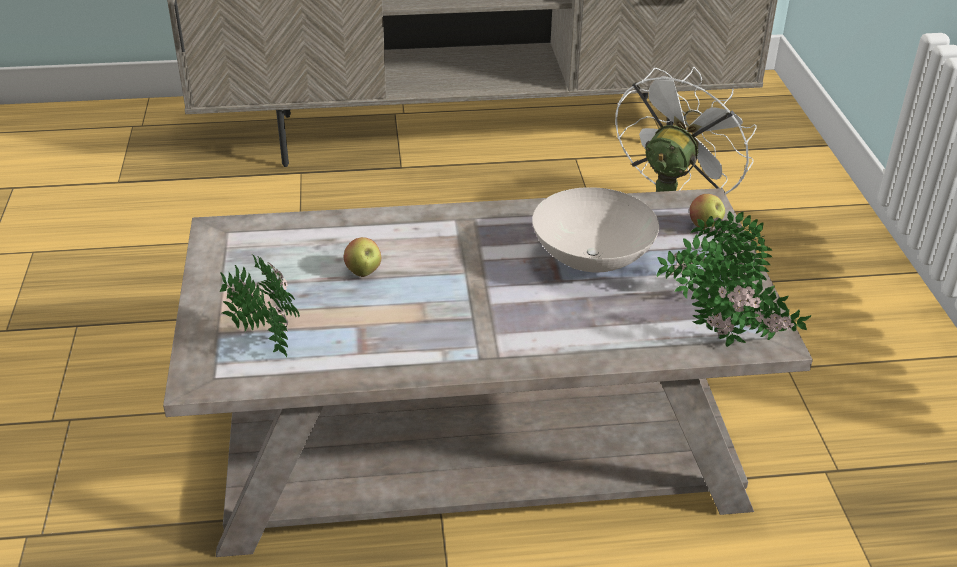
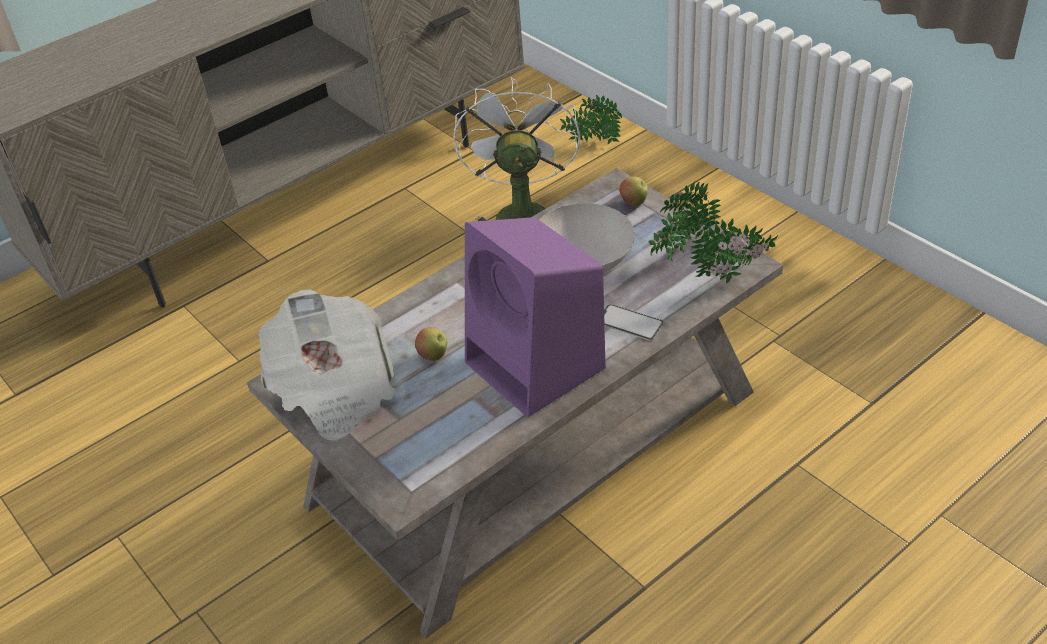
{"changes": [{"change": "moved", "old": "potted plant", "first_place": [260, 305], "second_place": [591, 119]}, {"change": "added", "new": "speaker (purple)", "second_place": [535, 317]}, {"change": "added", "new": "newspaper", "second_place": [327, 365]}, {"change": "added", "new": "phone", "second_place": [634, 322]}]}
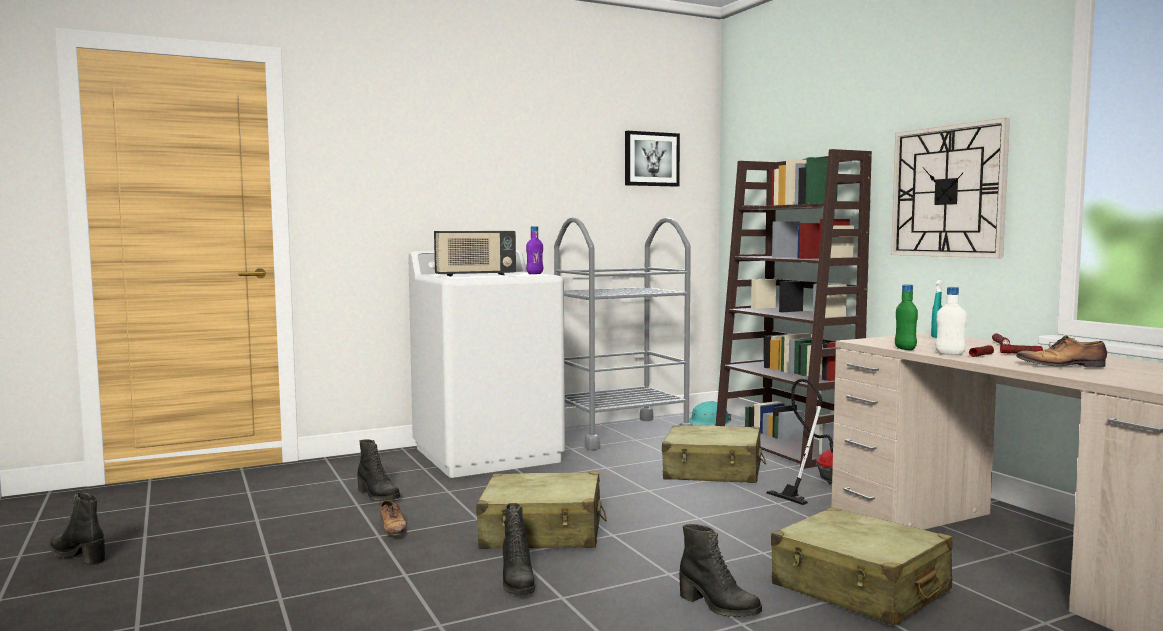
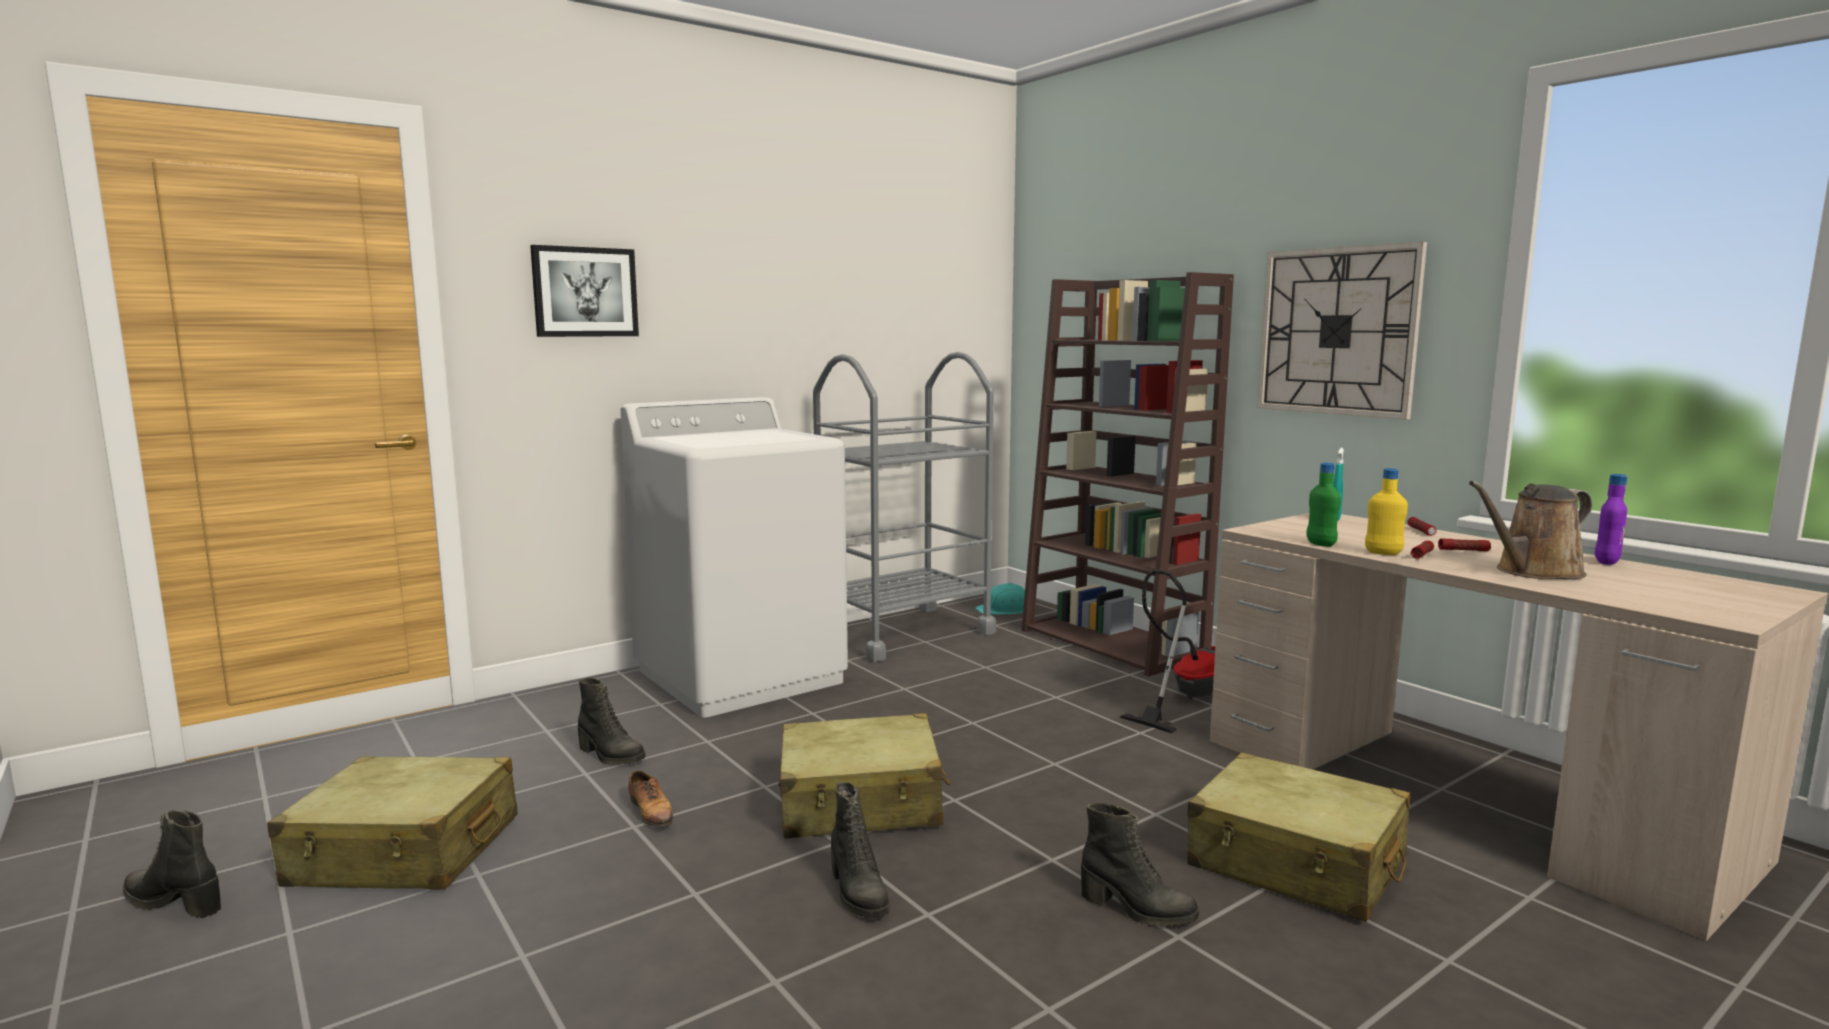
{"changes": [{"change": "moved", "old": "picture", "first_place": [652, 159], "second_place": [584, 291]}, {"change": "moved", "old": "bottle (purple)", "first_place": [534, 250], "second_place": [1611, 519]}, {"change": "removed", "old": "radio", "first_place": [475, 254]}, {"change": "recoloured", "old": "bottle (white)", "new": "bottle (yellow)", "first_place": [951, 321], "second_place": [1386, 511]}, {"change": "replaced", "old": "shoe", "new": "watering can (brown)", "first_place": [1061, 351], "second_place": [1530, 530]}, {"change": "moved", "old": "suitcase (beige)", "first_place": [714, 454], "second_place": [392, 823]}]}
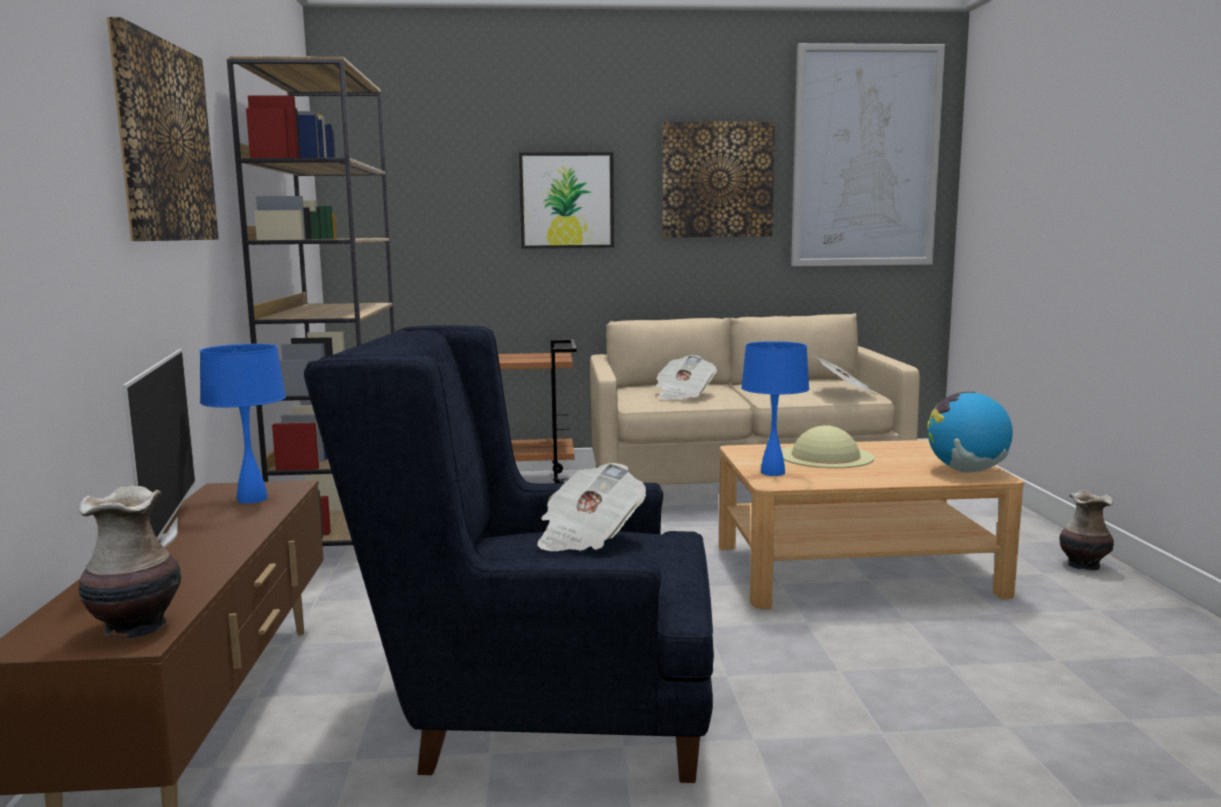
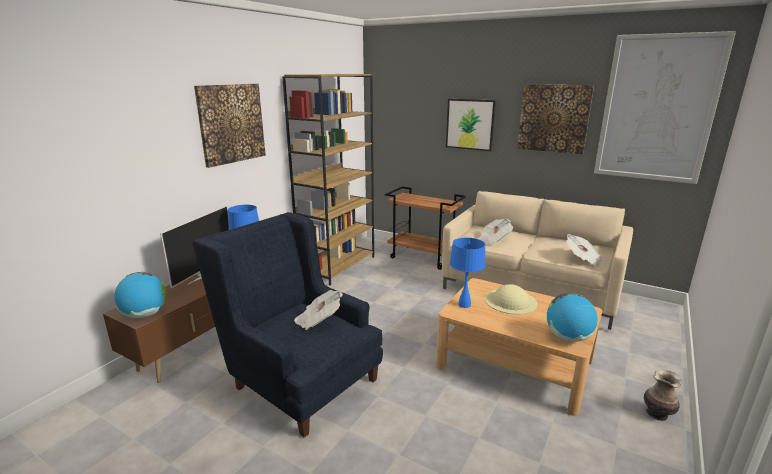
{"changes": [{"change": "replaced", "old": "vase", "new": "globe", "first_place": [130, 562], "second_place": [140, 295]}]}
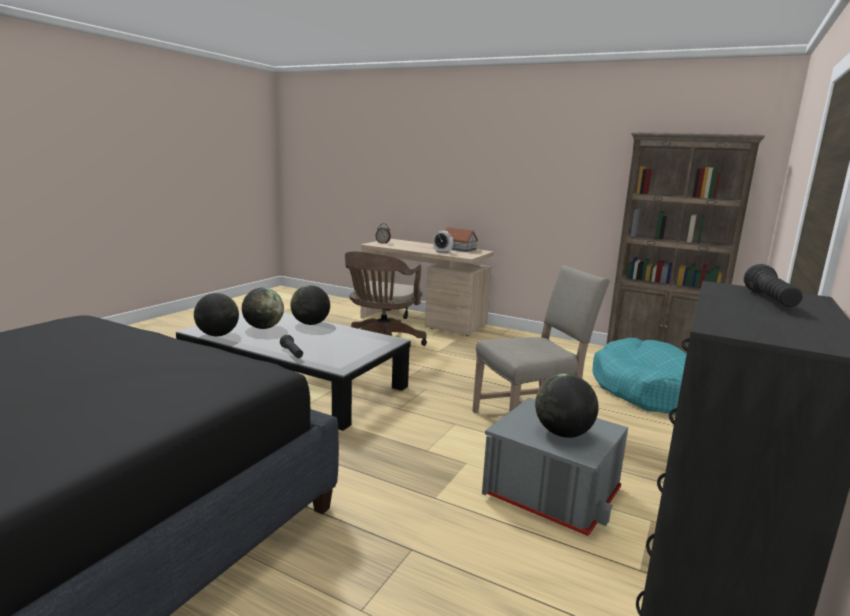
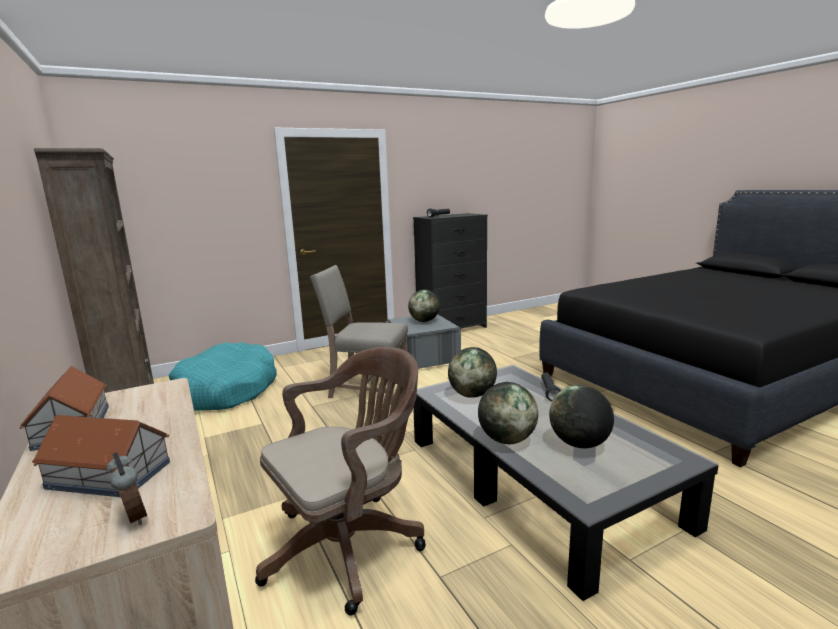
{"changes": [{"change": "removed", "old": "alarm clock", "first_place": [443, 242]}, {"change": "moved", "old": "globe", "first_place": [216, 314], "second_place": [472, 372]}, {"change": "added", "new": "toy house", "second_place": [101, 456]}]}
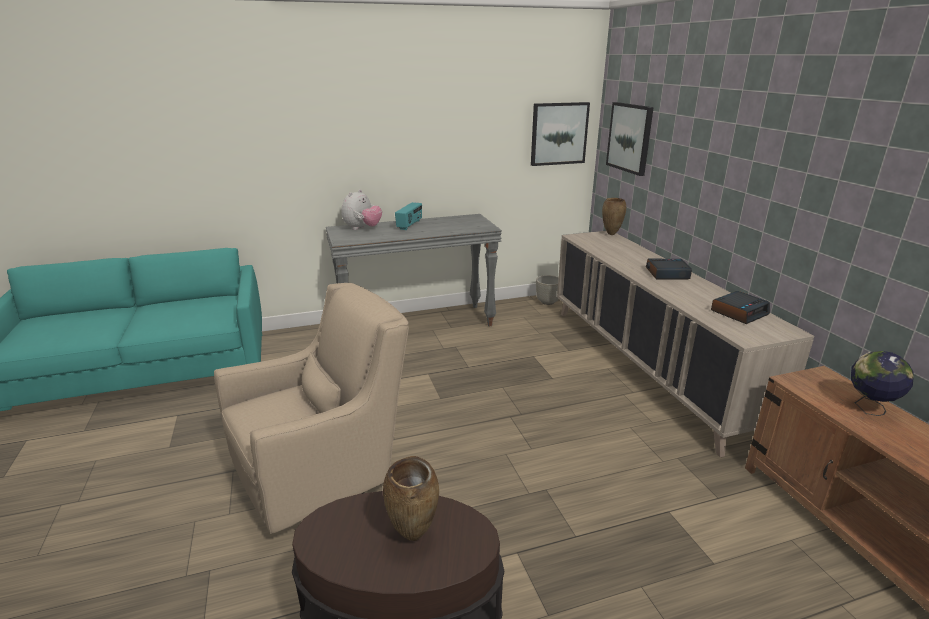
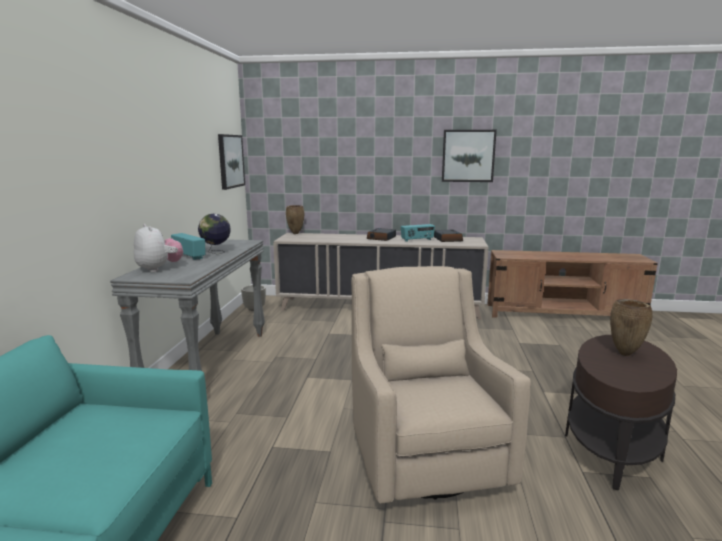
{"changes": [{"change": "moved", "old": "picture", "first_place": [630, 139], "second_place": [469, 156]}, {"change": "moved", "old": "globe", "first_place": [882, 383], "second_place": [214, 234]}, {"change": "added", "new": "radio", "second_place": [418, 233]}]}
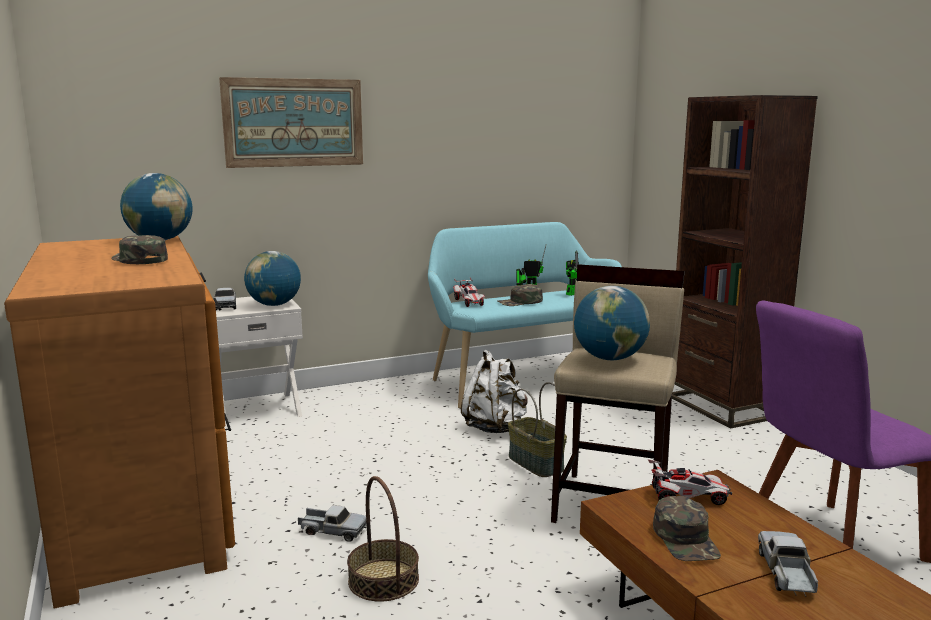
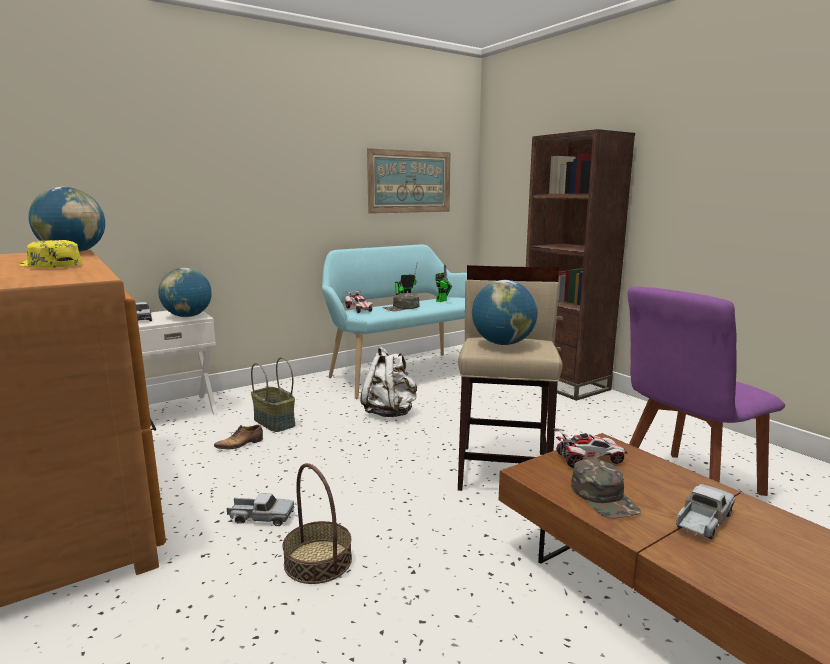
{"changes": [{"change": "moved", "old": "picture", "first_place": [291, 122], "second_place": [409, 181]}, {"change": "recoloured", "old": "cap (green)", "new": "cap (yellow)", "first_place": [139, 249], "second_place": [50, 254]}, {"change": "moved", "old": "basket", "first_place": [537, 429], "second_place": [273, 394]}, {"change": "turned", "old": "toy truck", "first_place": [788, 564], "second_place": [705, 511], "degrees": 45}, {"change": "added", "new": "shoe", "second_place": [238, 437]}]}
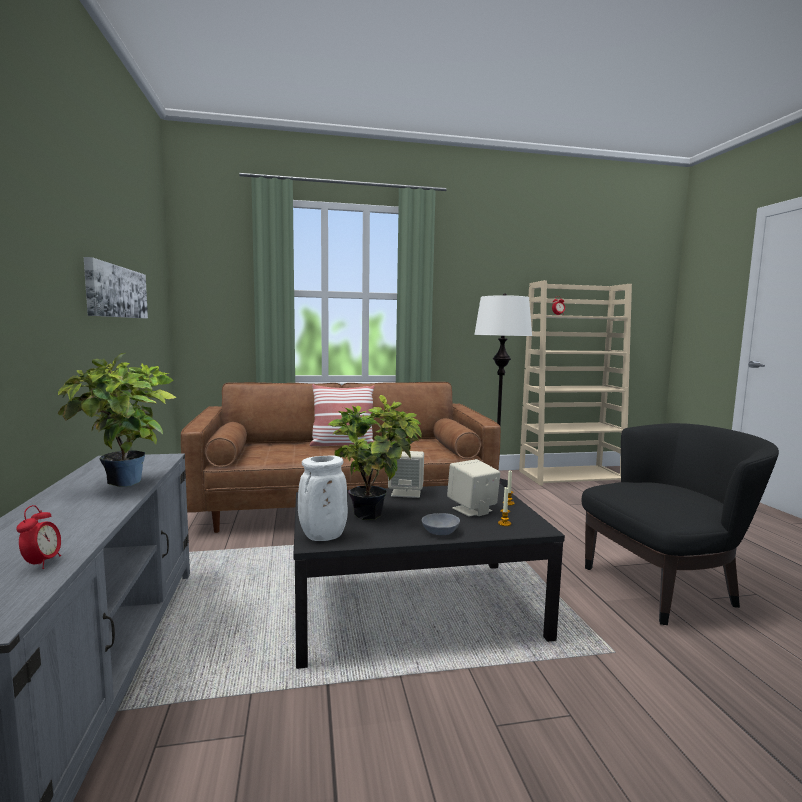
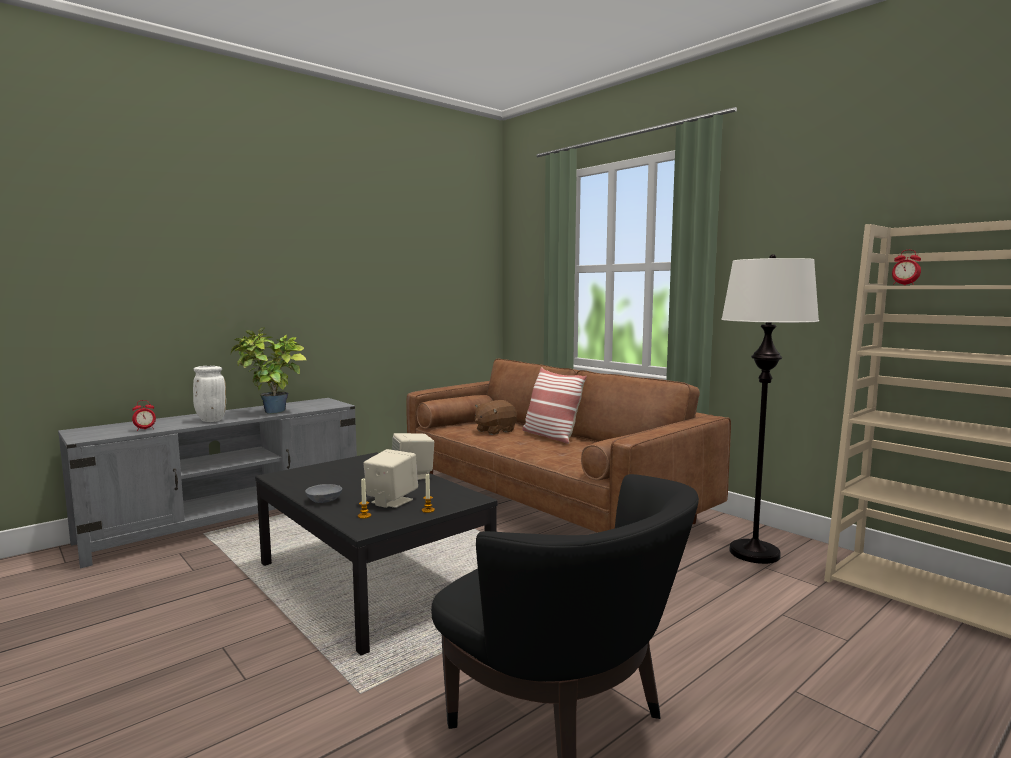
{"changes": [{"change": "removed", "old": "picture", "first_place": [116, 287]}, {"change": "removed", "old": "potted plant", "first_place": [375, 457]}, {"change": "moved", "old": "vase (white)", "first_place": [323, 498], "second_place": [209, 394]}, {"change": "added", "new": "plush toy (brown)", "second_place": [496, 417]}]}
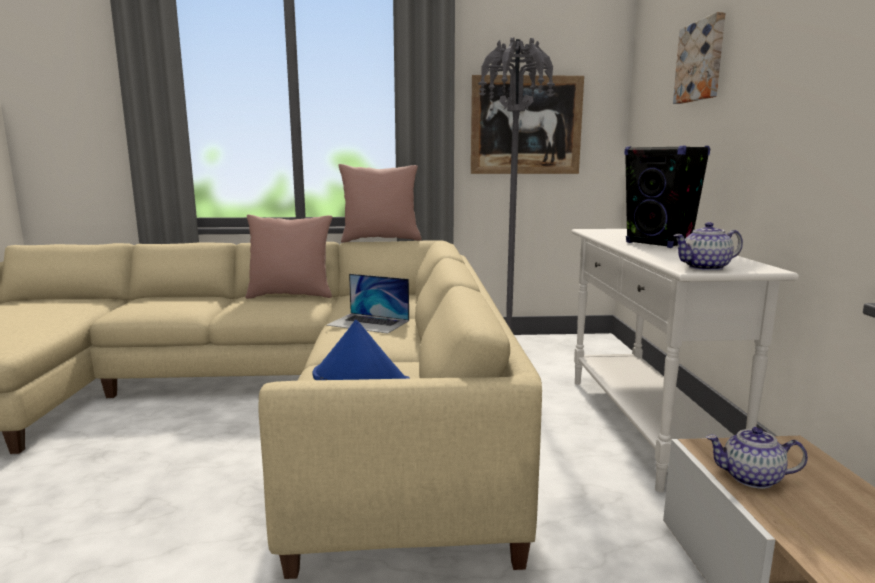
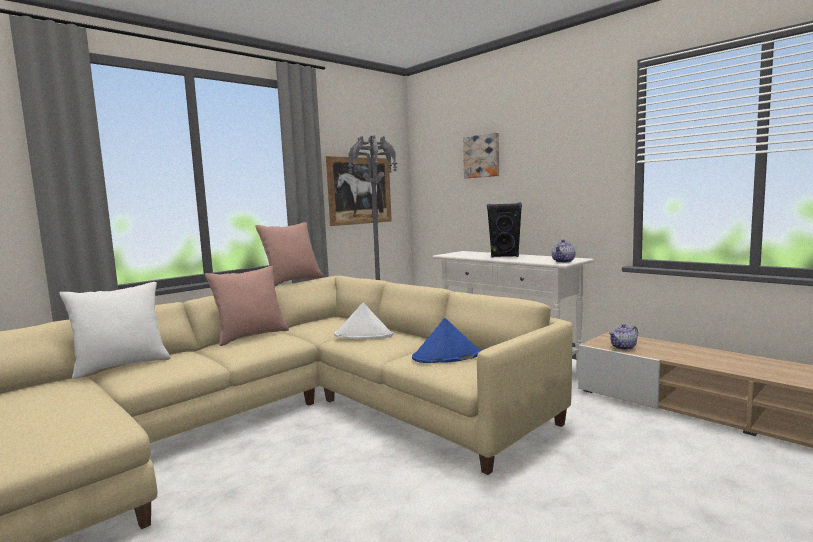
{"changes": [{"change": "replaced", "old": "laptop", "new": "hat (white)", "first_place": [367, 304], "second_place": [363, 320]}, {"change": "added", "new": "pillow (white)", "second_place": [115, 330]}]}
